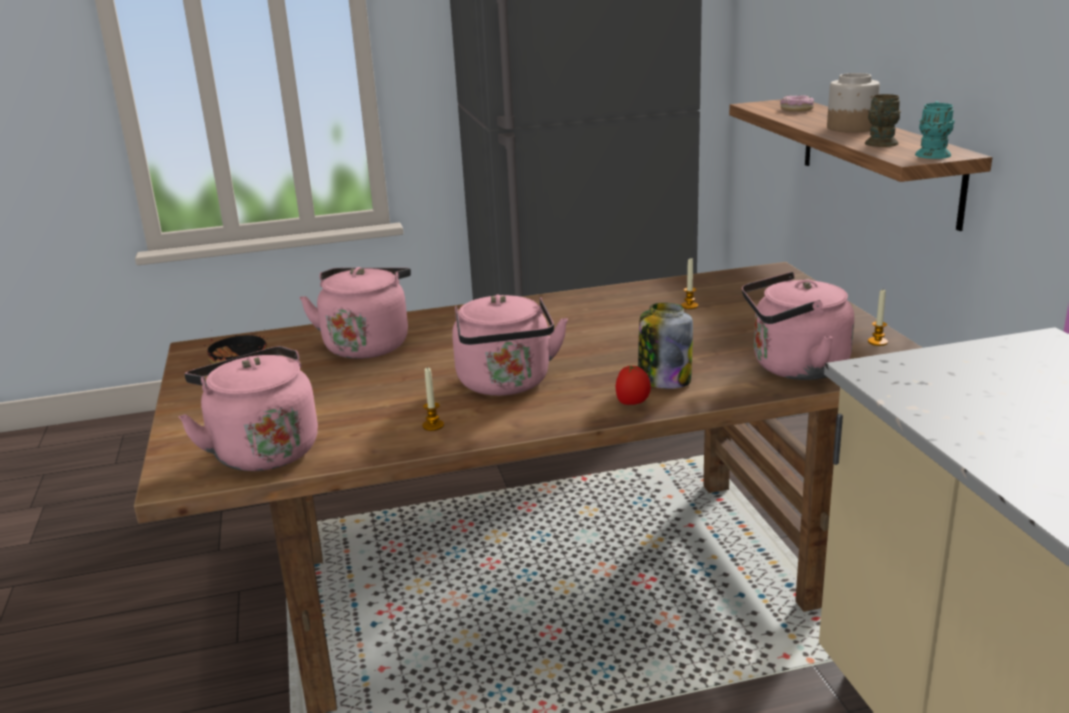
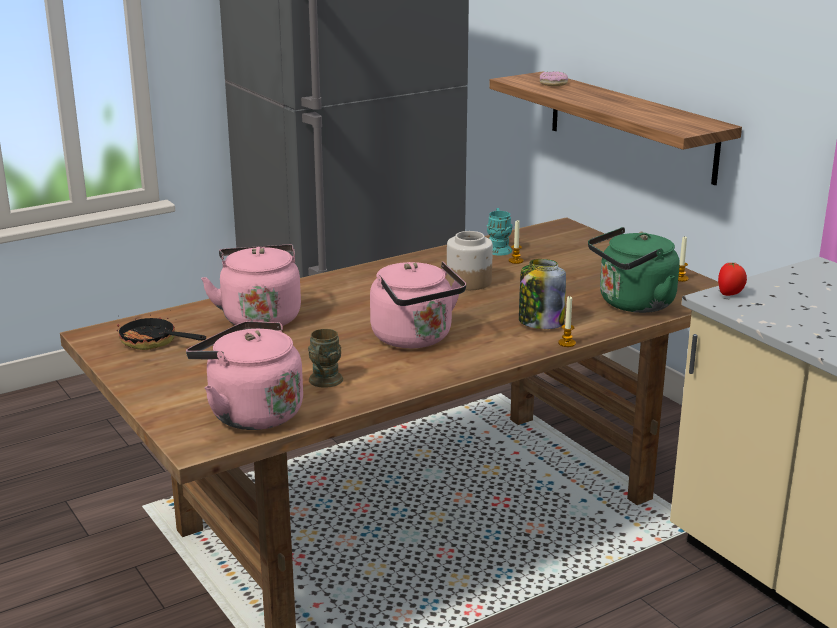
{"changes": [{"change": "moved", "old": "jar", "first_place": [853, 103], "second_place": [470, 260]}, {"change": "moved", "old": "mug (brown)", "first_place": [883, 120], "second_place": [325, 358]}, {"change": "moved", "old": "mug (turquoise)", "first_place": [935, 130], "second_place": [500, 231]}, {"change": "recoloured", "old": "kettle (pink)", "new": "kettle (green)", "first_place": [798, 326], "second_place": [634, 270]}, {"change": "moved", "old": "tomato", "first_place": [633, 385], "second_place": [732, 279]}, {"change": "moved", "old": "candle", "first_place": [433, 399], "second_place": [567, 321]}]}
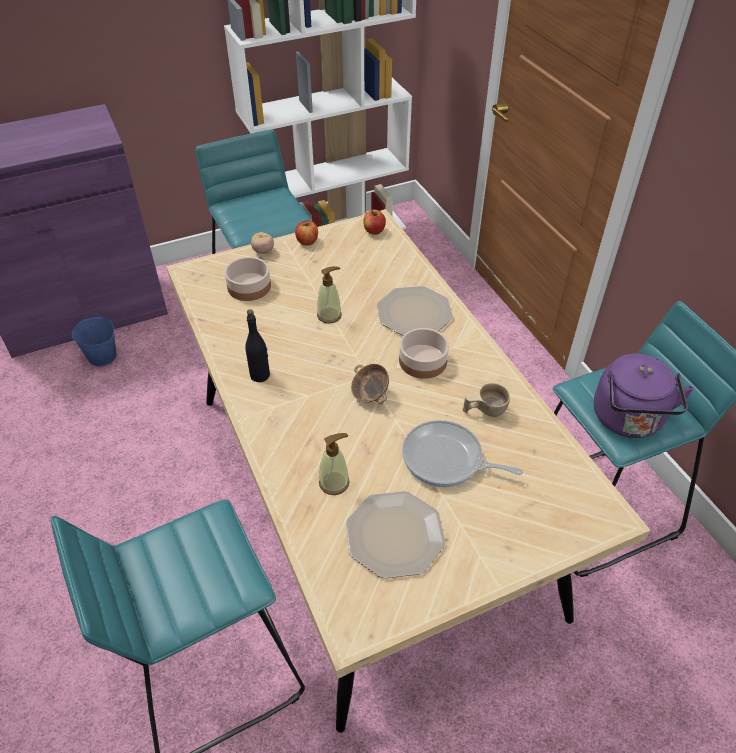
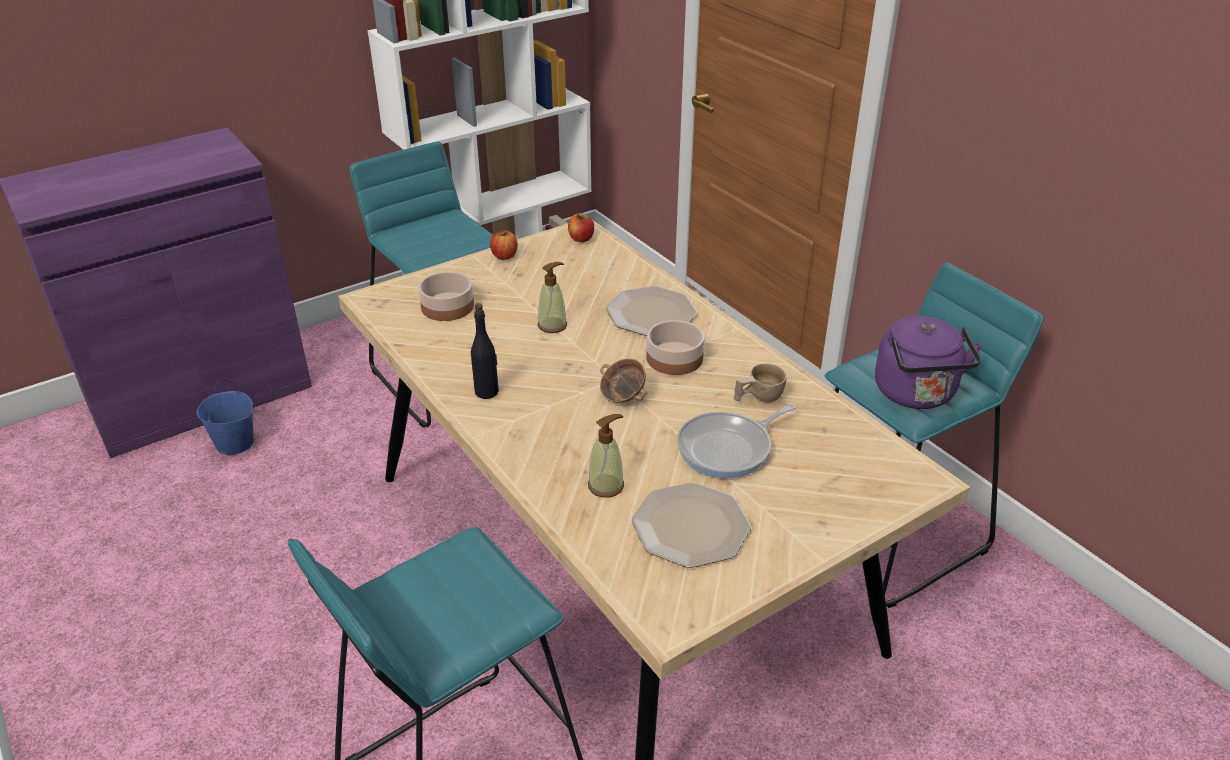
{"changes": [{"change": "removed", "old": "tomato", "first_place": [262, 243]}, {"change": "turned", "old": "frying pan", "first_place": [462, 453], "second_place": [736, 441], "degrees": -45}]}
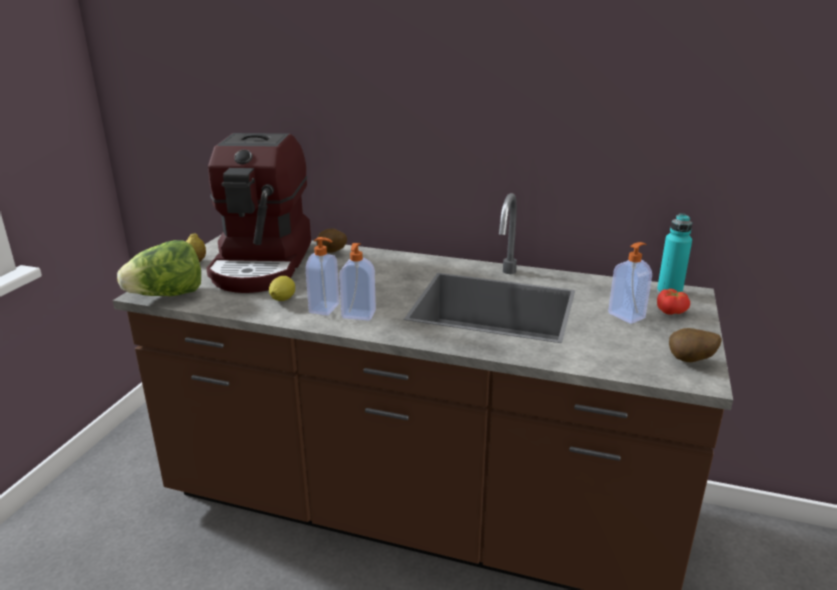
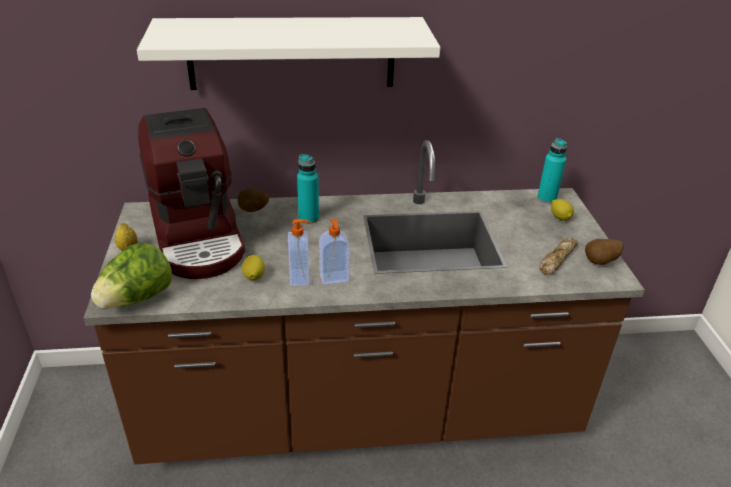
{"changes": [{"change": "removed", "old": "soap dispenser", "first_place": [630, 283]}, {"change": "replaced", "old": "tomato", "new": "lemon", "first_place": [673, 302], "second_place": [562, 210]}, {"change": "added", "new": "shelf (white)", "second_place": [288, 53]}, {"change": "added", "new": "bottle (turquoise)", "second_place": [308, 189]}, {"change": "added", "new": "bread", "second_place": [558, 256]}]}
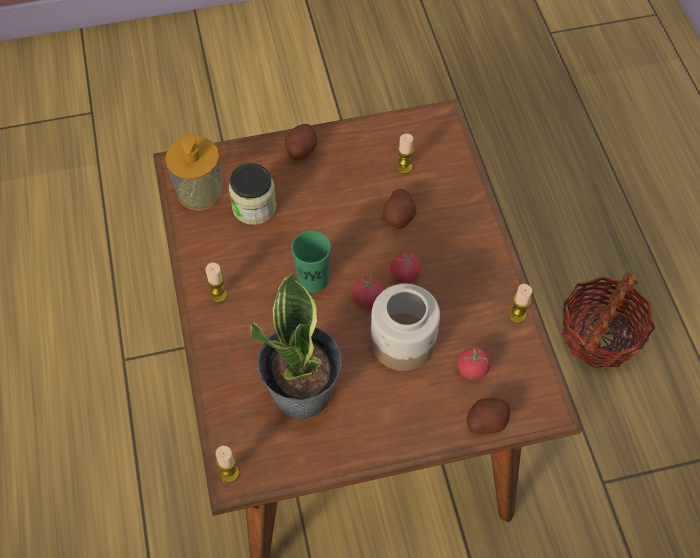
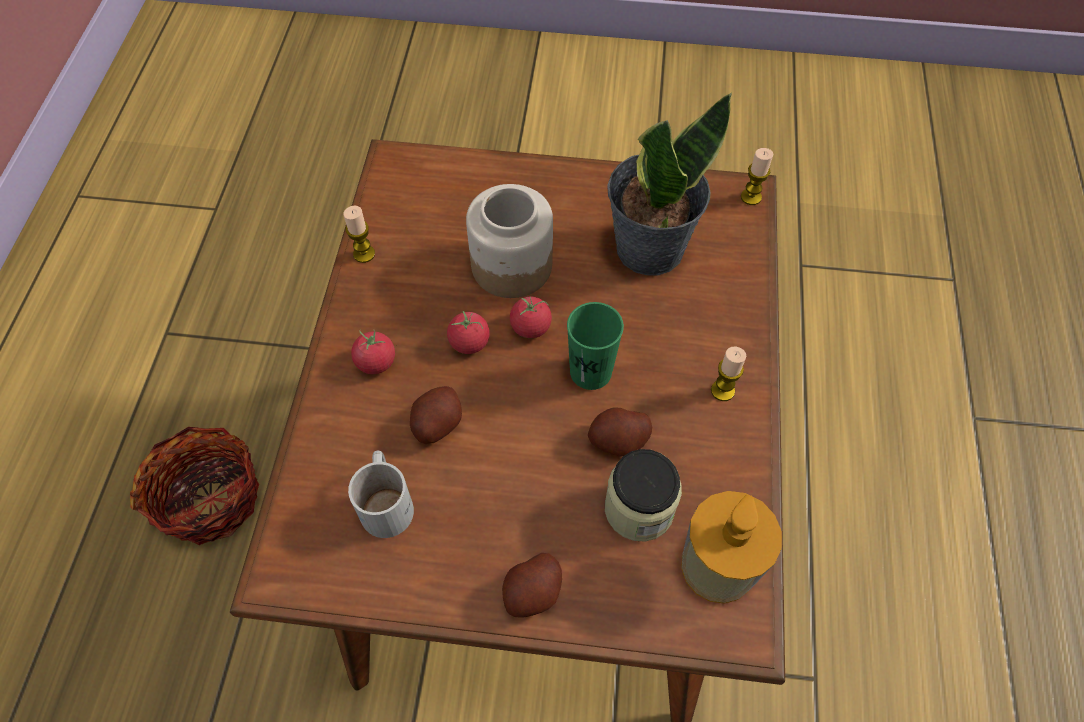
{"changes": [{"change": "replaced", "old": "candle", "new": "mug (white)", "first_place": [405, 154], "second_place": [381, 494]}, {"change": "moved", "old": "tomato", "first_place": [474, 363], "second_place": [373, 351]}, {"change": "moved", "old": "potato", "first_place": [489, 416], "second_place": [620, 431]}]}
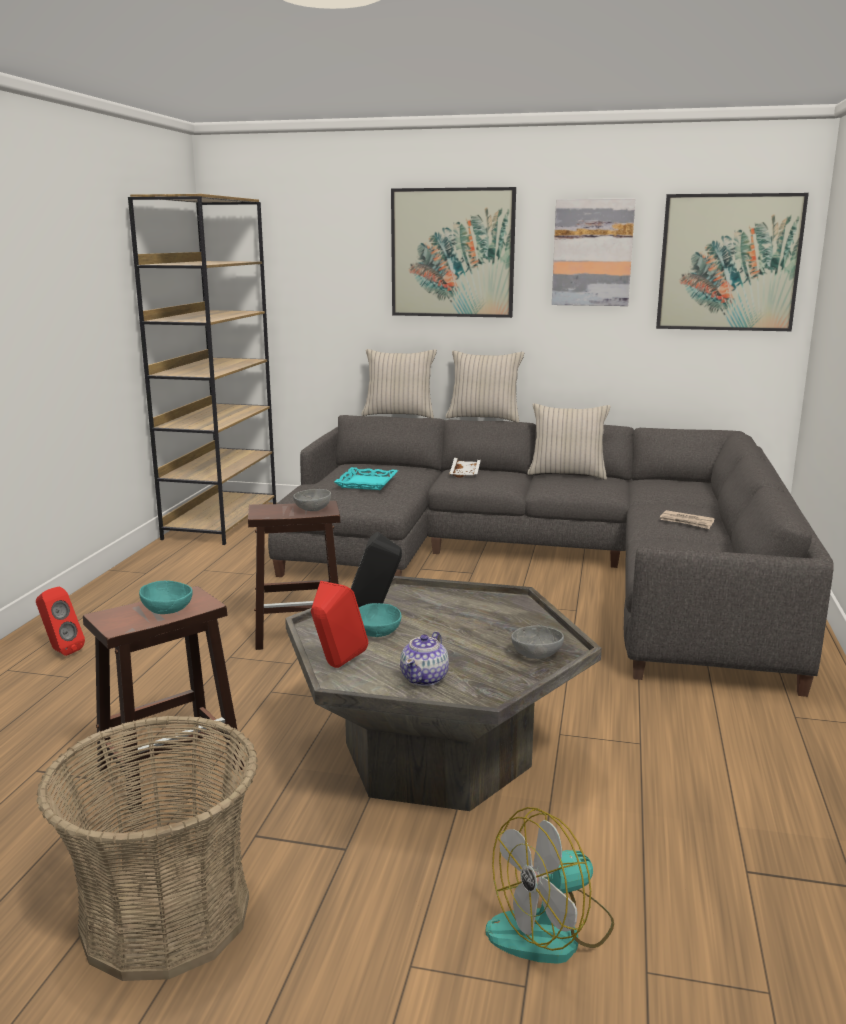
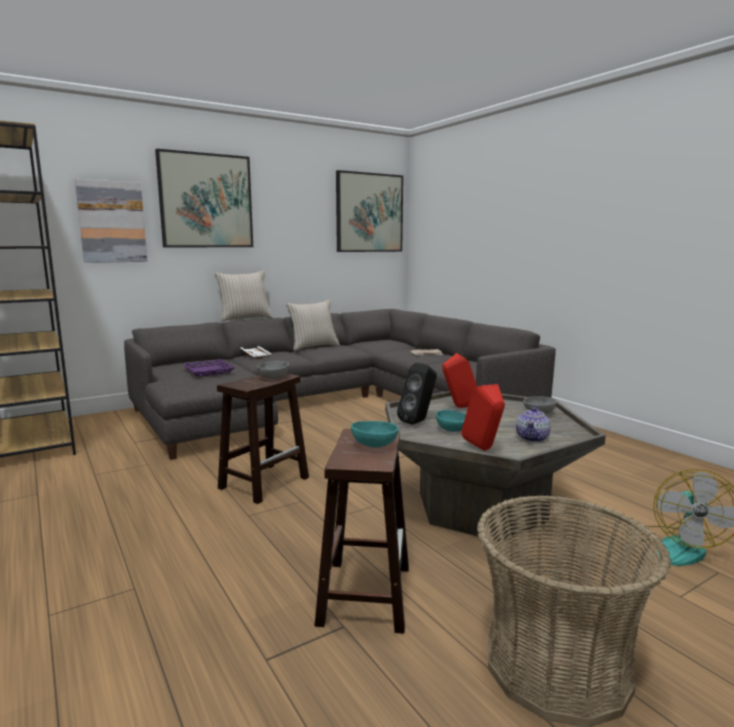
{"changes": [{"change": "moved", "old": "picture", "first_place": [593, 252], "second_place": [111, 221]}, {"change": "removed", "old": "pillow (beige)", "first_place": [399, 383]}, {"change": "recoloured", "old": "tray (turquoise)", "new": "tray (purple)", "first_place": [366, 478], "second_place": [208, 368]}, {"change": "moved", "old": "speaker (red)", "first_place": [60, 621], "second_place": [459, 380]}, {"change": "turned", "old": "teapot", "first_place": [424, 658], "second_place": [533, 424], "degrees": 45}]}
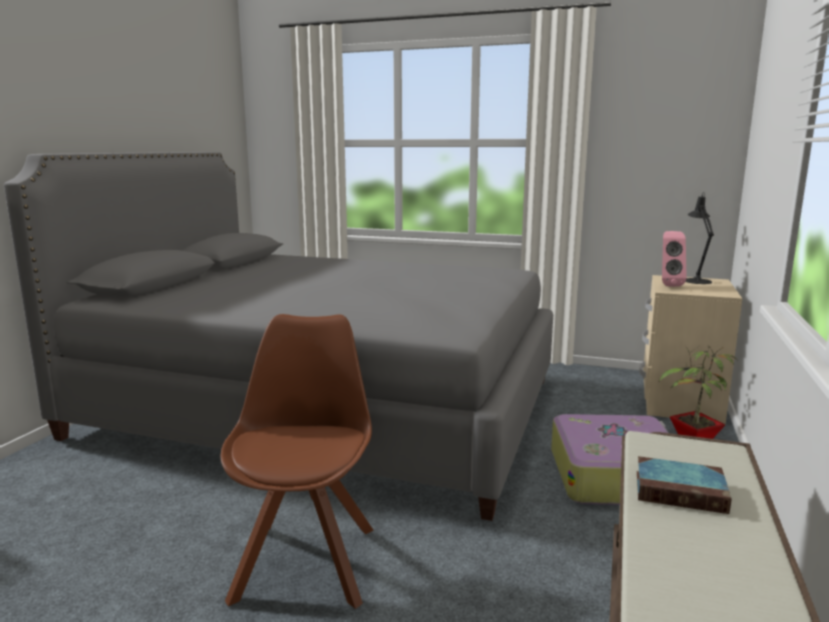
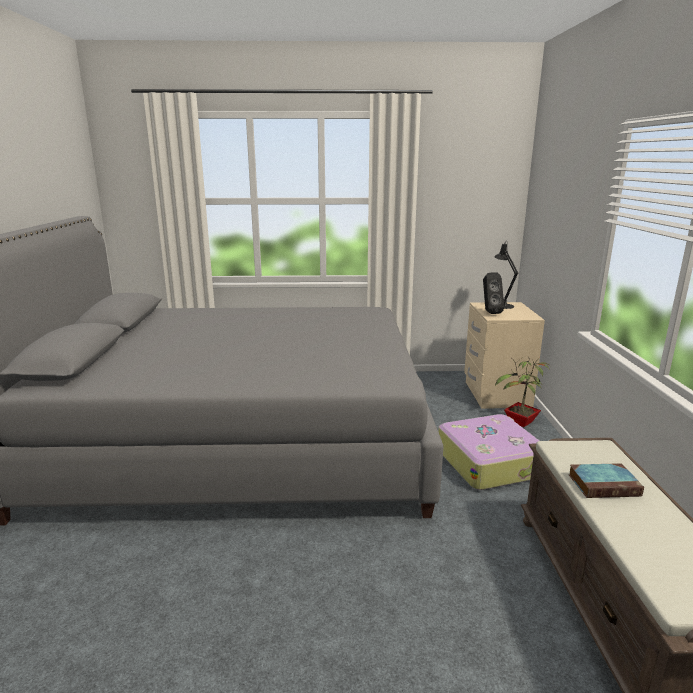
{"changes": [{"change": "recoloured", "old": "speaker (pink)", "new": "speaker (black)", "first_place": [674, 259], "second_place": [493, 293]}, {"change": "removed", "old": "chair (brown)", "first_place": [297, 461]}]}
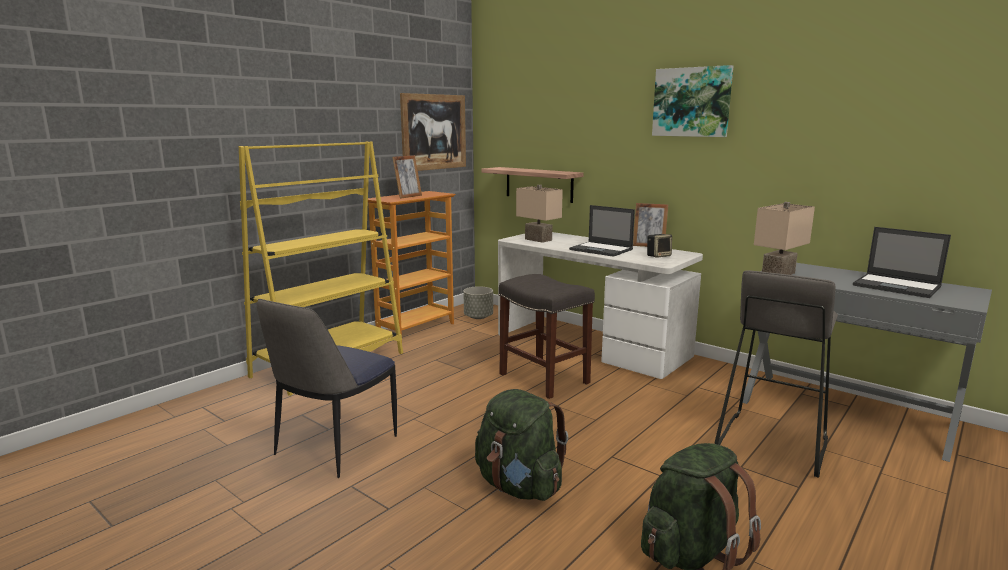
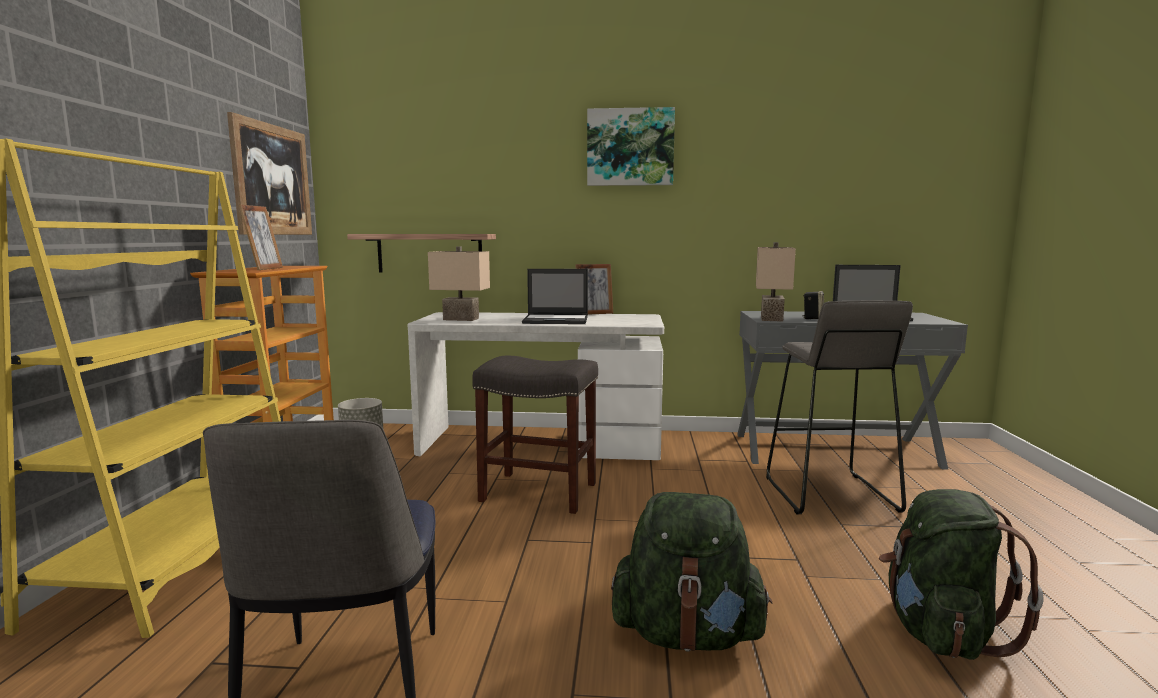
{"changes": [{"change": "moved", "old": "speaker", "first_place": [659, 246], "second_place": [813, 305]}]}
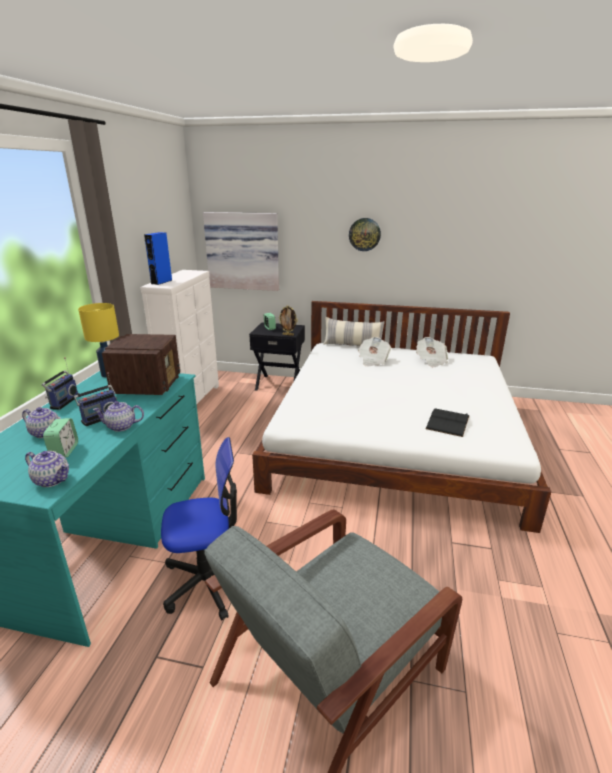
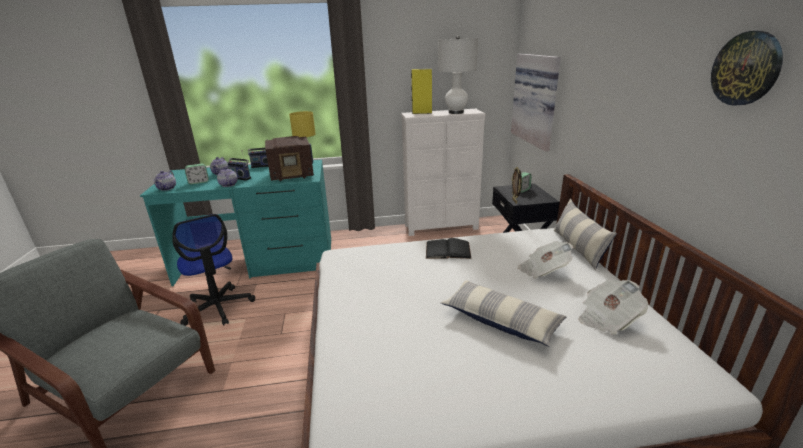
{"changes": [{"change": "moved", "old": "wall clock", "first_place": [365, 234], "second_place": [747, 68]}, {"change": "recoloured", "old": "speaker (blue)", "new": "speaker (yellow)", "first_place": [158, 258], "second_place": [421, 91]}, {"change": "moved", "old": "book (black)", "first_place": [447, 422], "second_place": [449, 248]}, {"change": "added", "new": "table lamp (white)", "second_place": [458, 75]}, {"change": "added", "new": "pillow", "second_place": [503, 313]}]}
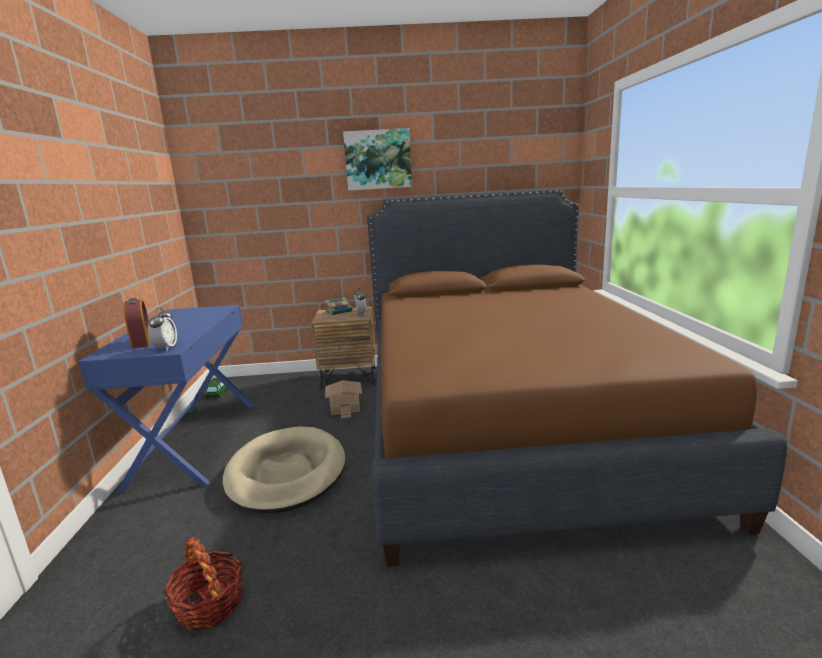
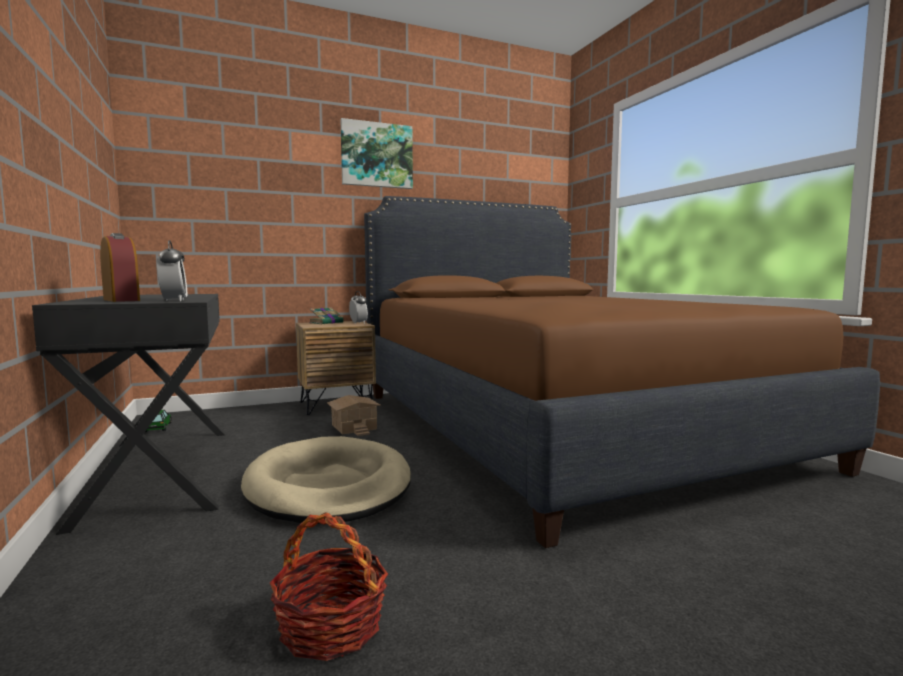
{"changes": [{"change": "recoloured", "old": "desk (blue)", "new": "desk (black)", "first_place": [166, 399], "second_place": [128, 414]}]}
